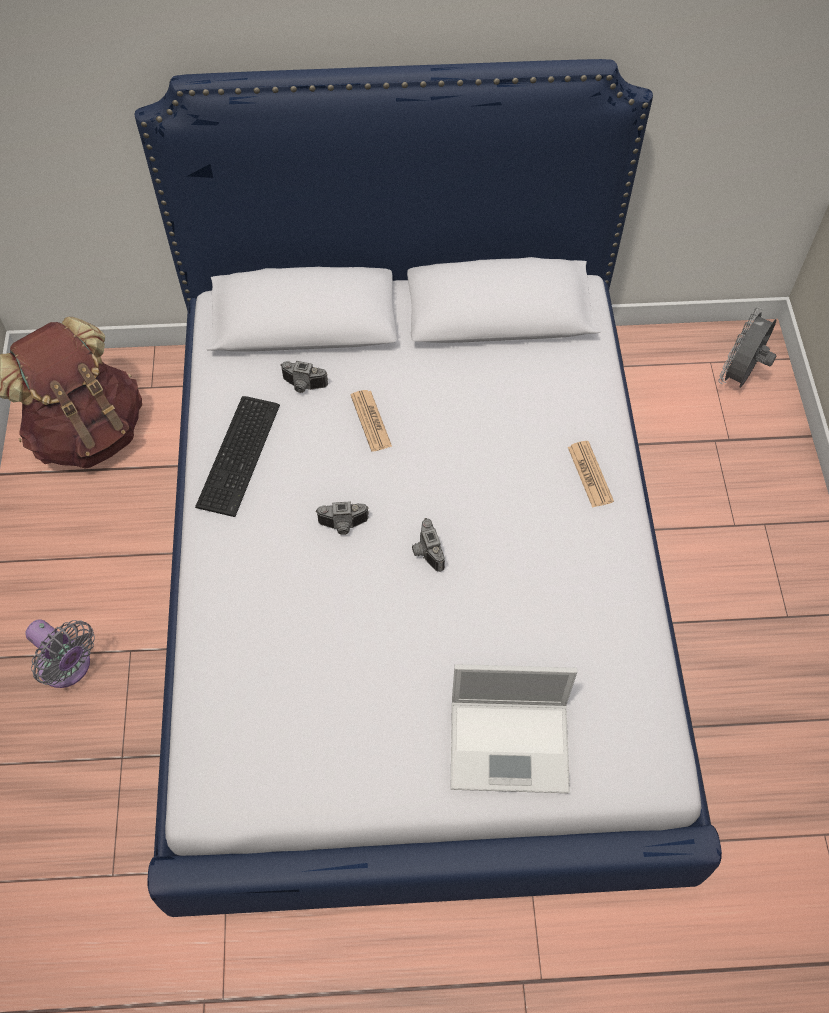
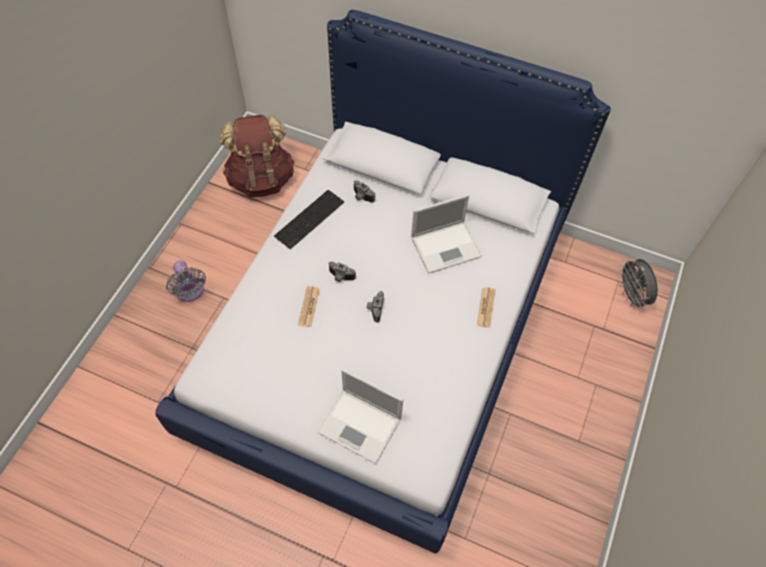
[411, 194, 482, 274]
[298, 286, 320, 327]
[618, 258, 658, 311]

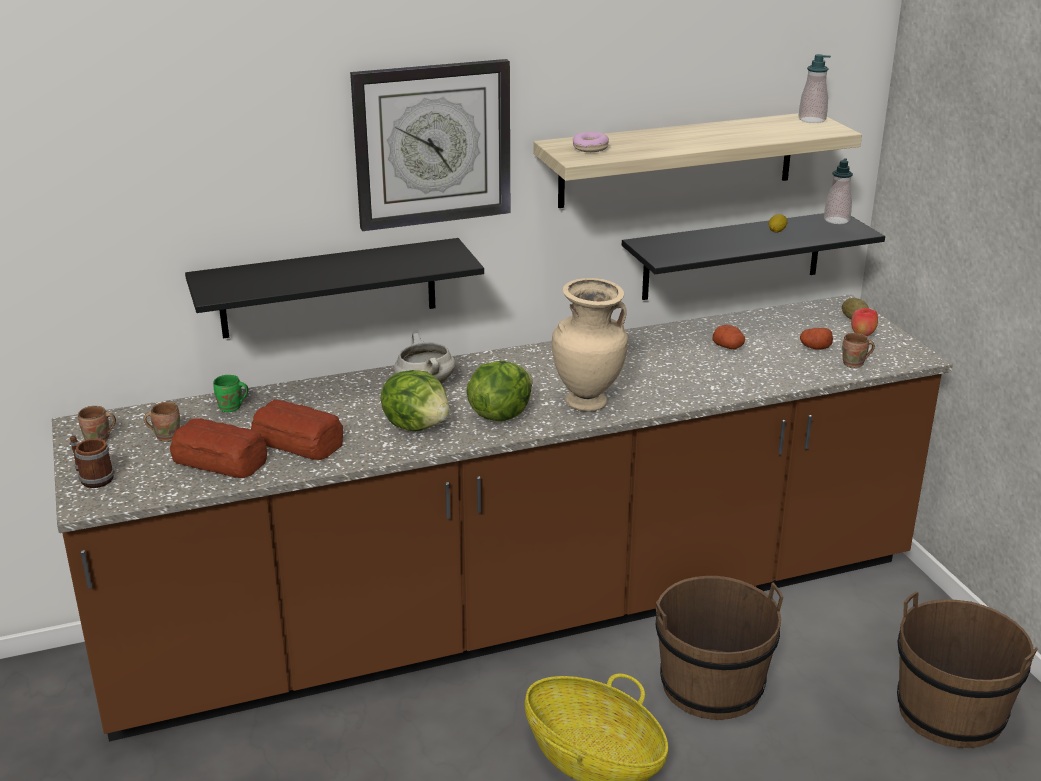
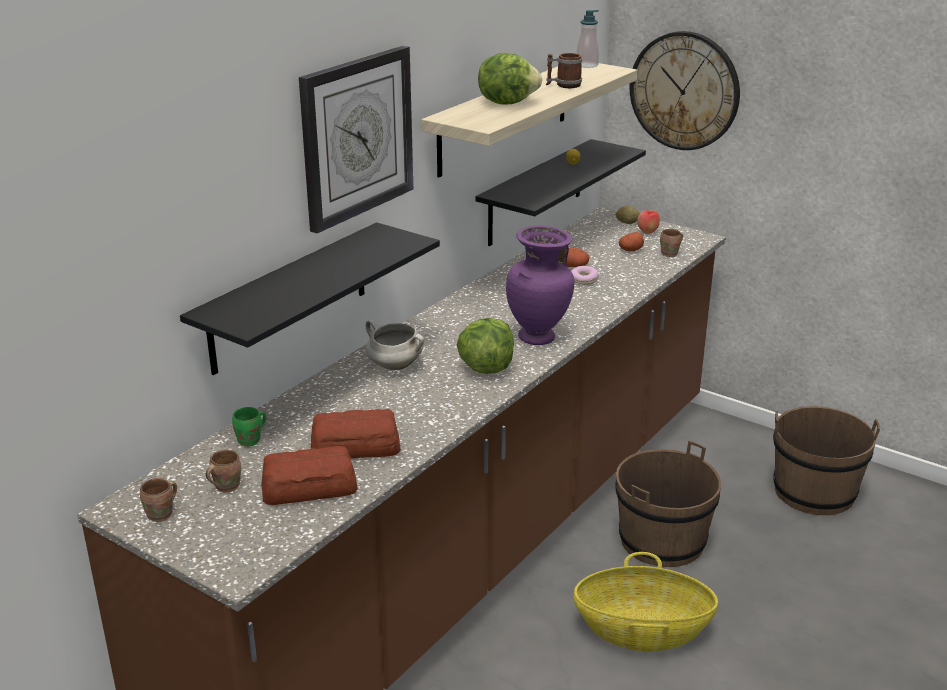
[824, 158, 853, 224] (first image)
[629, 31, 740, 150]
[546, 53, 582, 88]
[478, 52, 542, 105]
[571, 266, 599, 285]
[506, 226, 574, 345]

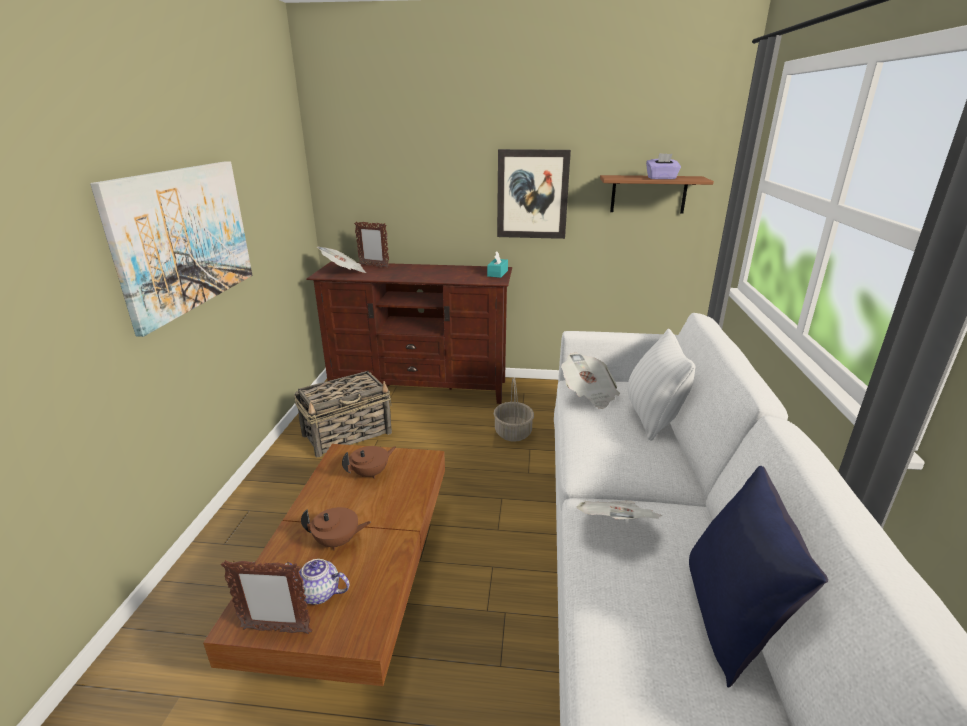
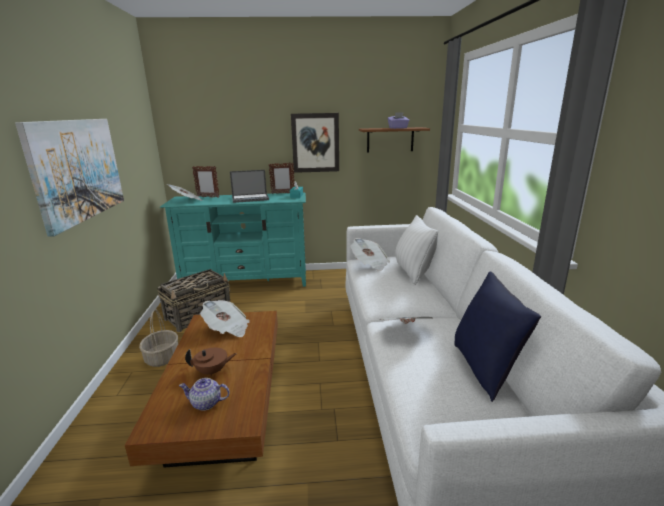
[230, 170, 269, 203]
[269, 163, 295, 194]
[139, 309, 178, 367]
[200, 300, 250, 337]
[160, 193, 306, 287]

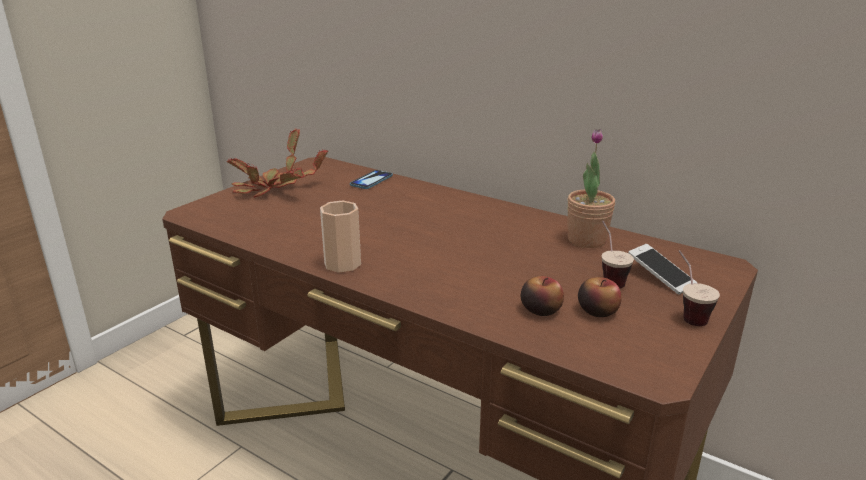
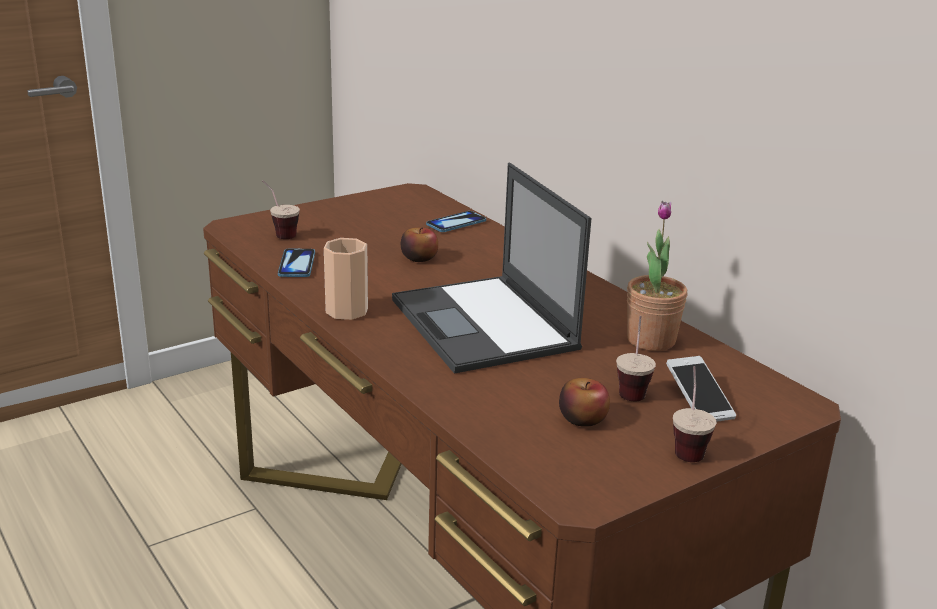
[227, 128, 328, 198] (first image)
[262, 180, 300, 239]
[278, 249, 315, 277]
[392, 163, 591, 374]
[401, 227, 438, 262]

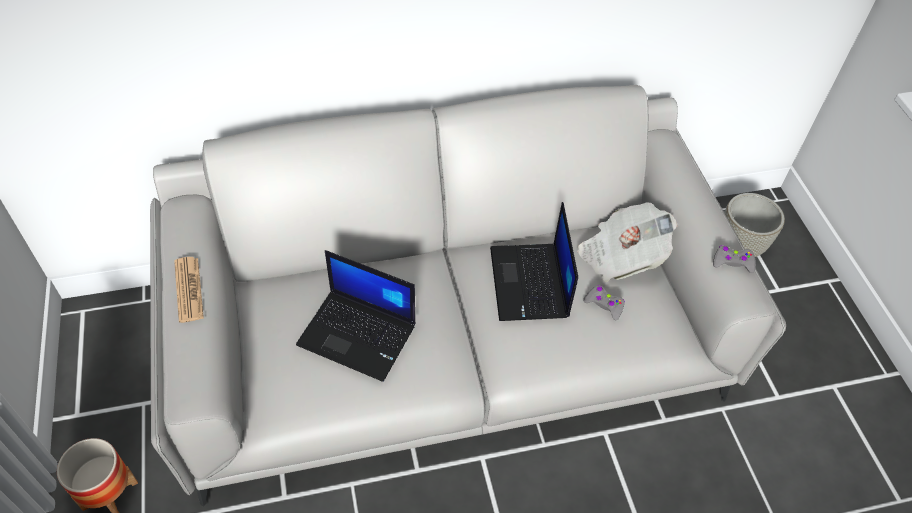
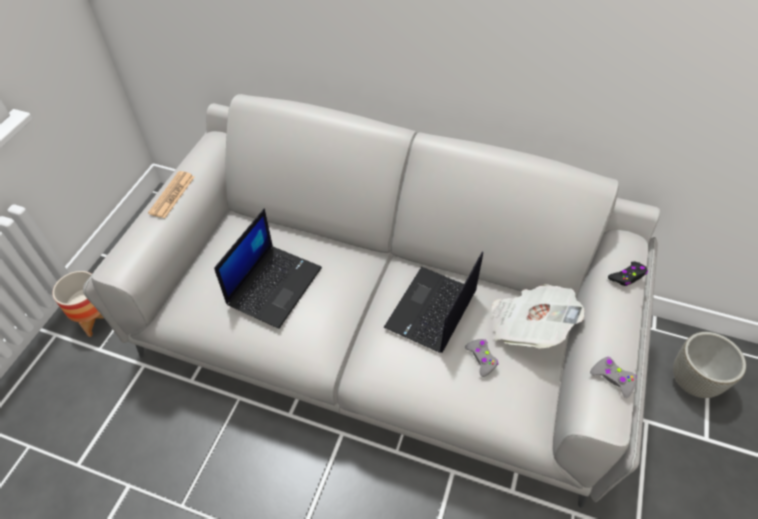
[608, 261, 648, 286]
[214, 208, 322, 329]

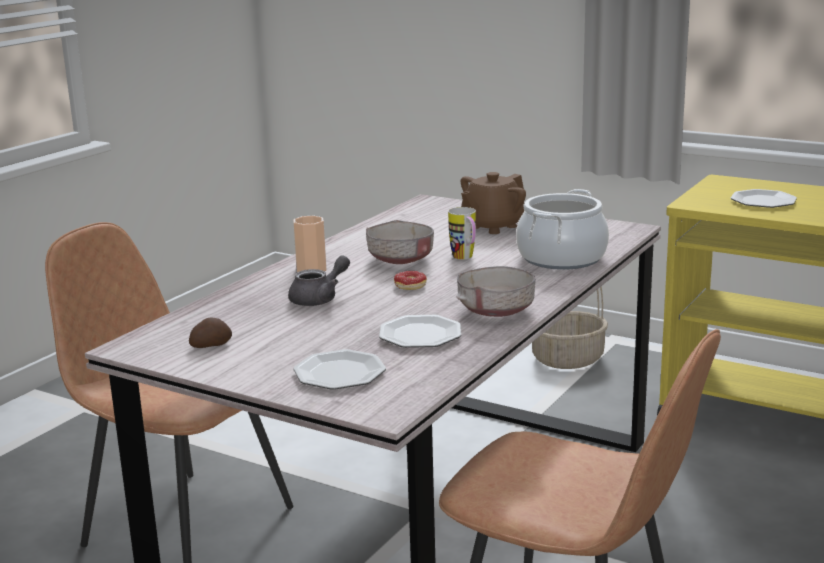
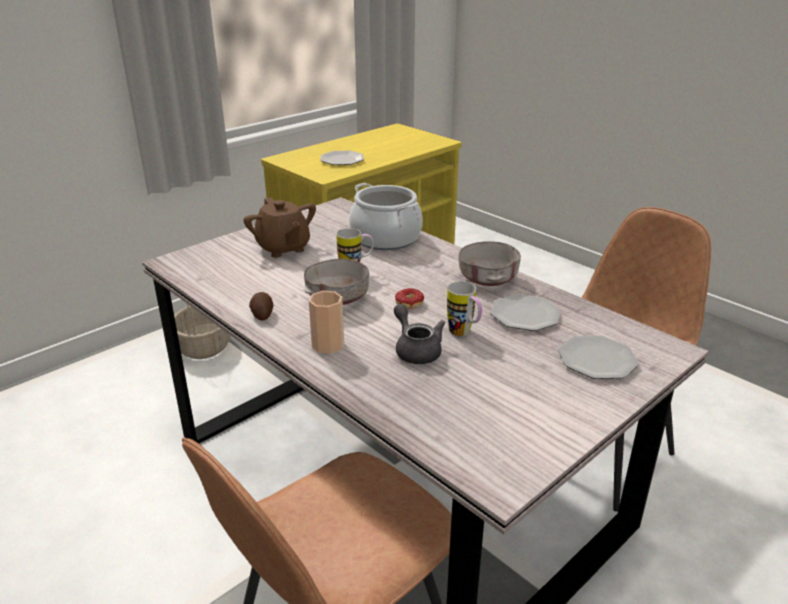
[447, 281, 482, 336]
[249, 292, 273, 321]

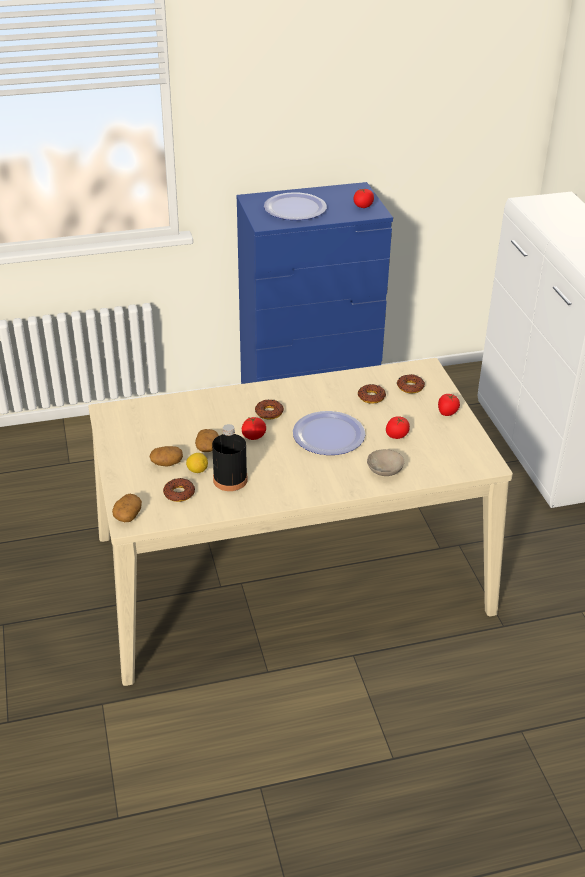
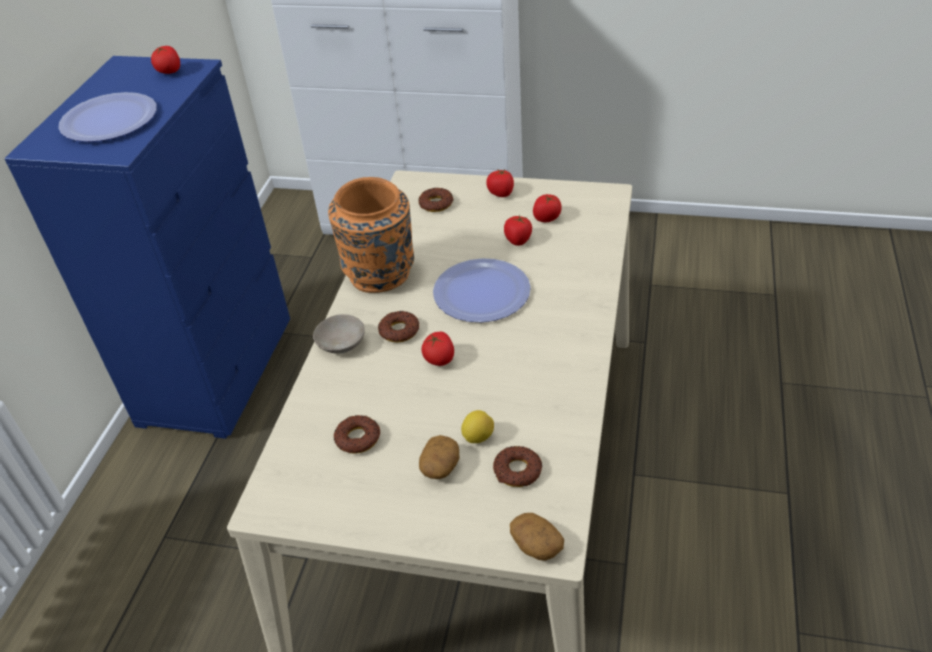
[195, 429, 219, 452] (first image)
[212, 424, 248, 491] (first image)
[328, 177, 414, 293]
[533, 194, 562, 222]
[334, 415, 380, 454]
[313, 314, 365, 354]

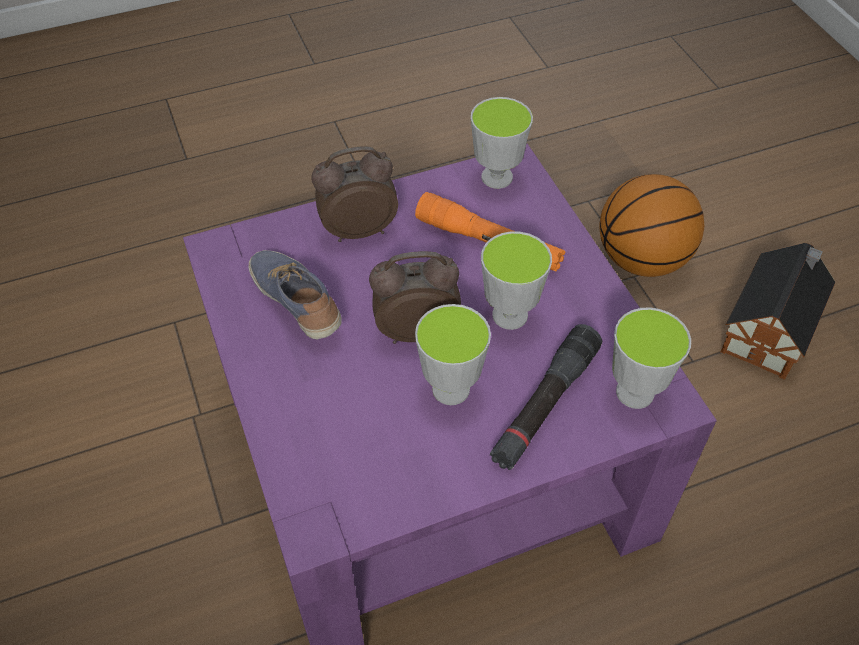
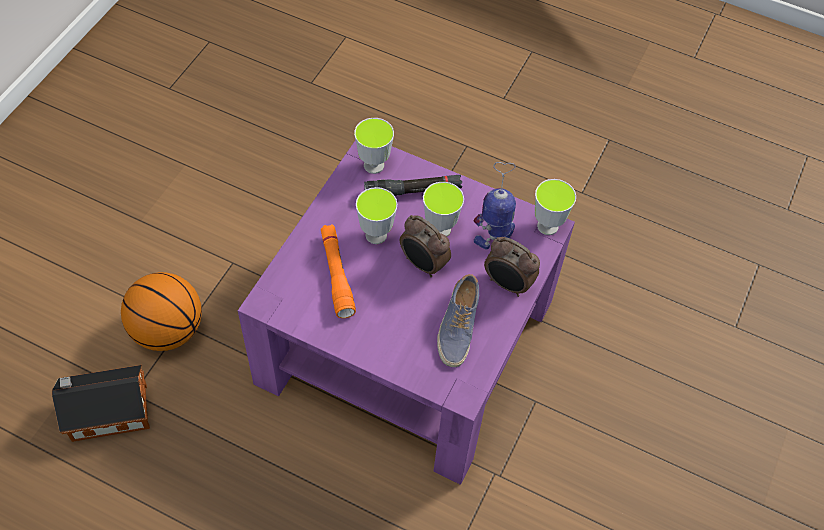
[473, 162, 516, 250]
[484, 237, 540, 297]
[535, 179, 576, 235]
[52, 365, 150, 442]

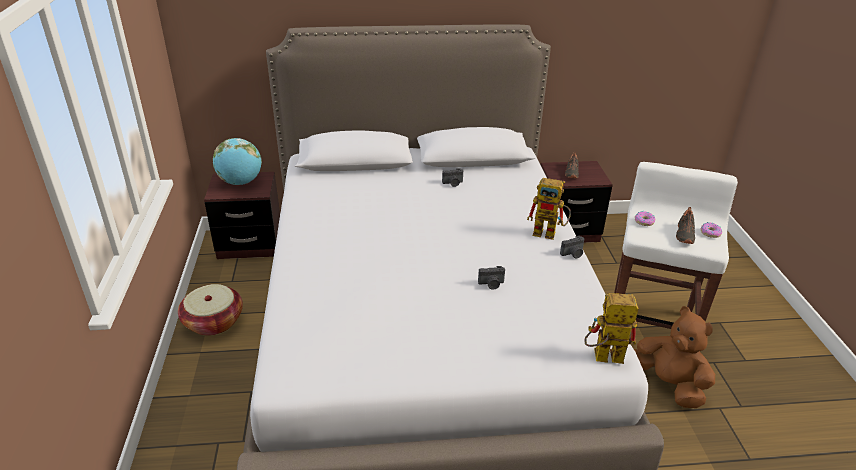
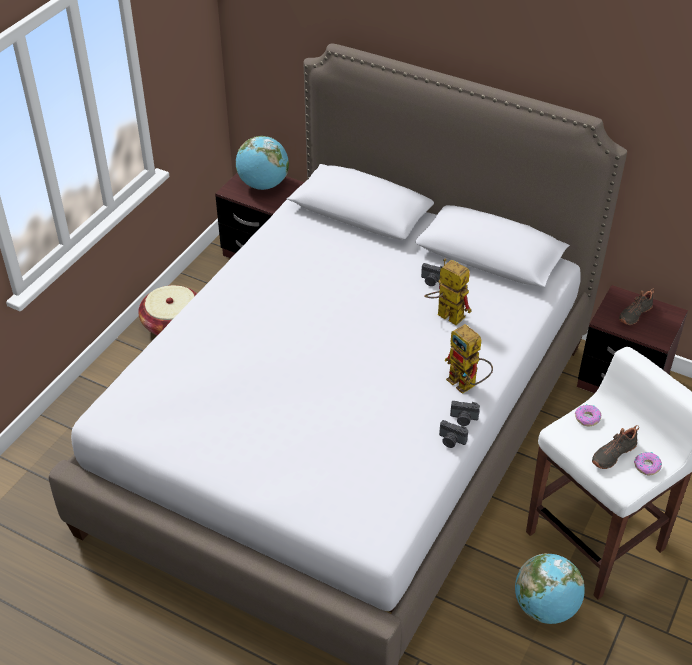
[439, 420, 468, 448]
[424, 259, 471, 326]
[515, 553, 585, 624]

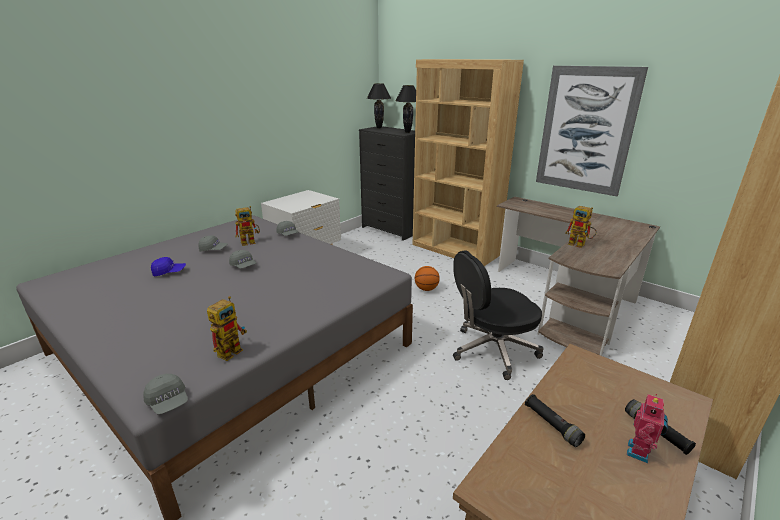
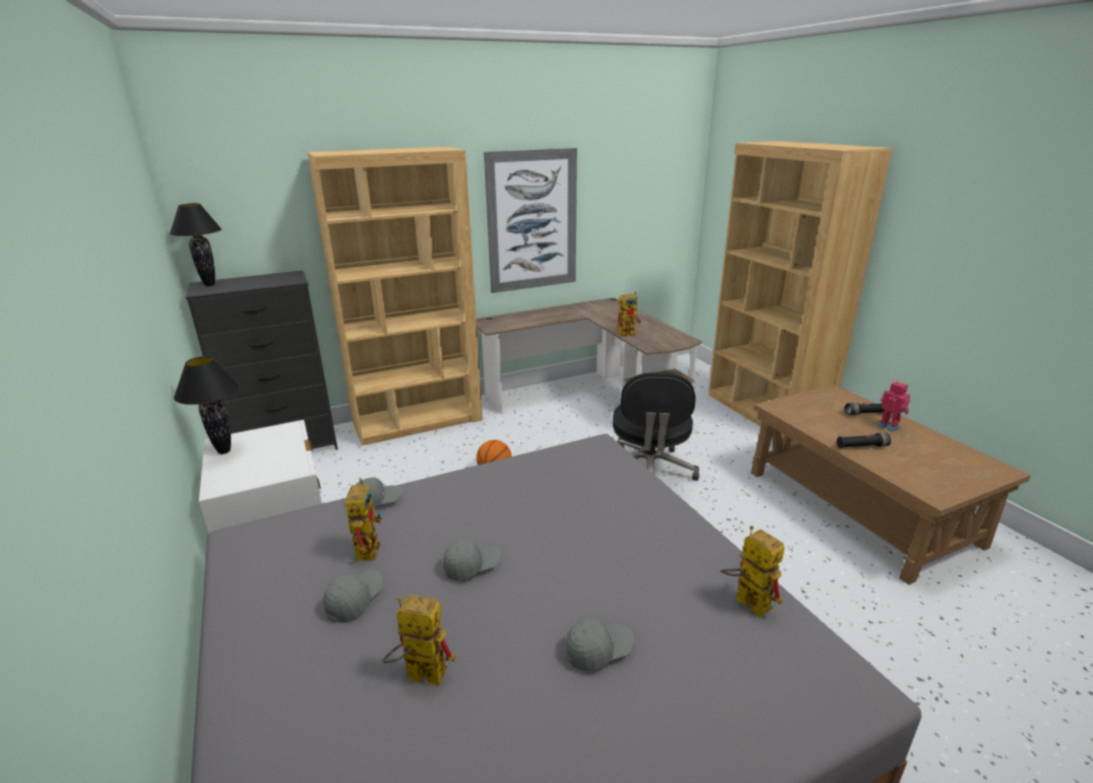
[566, 618, 634, 671]
[174, 356, 240, 454]
[382, 595, 456, 686]

